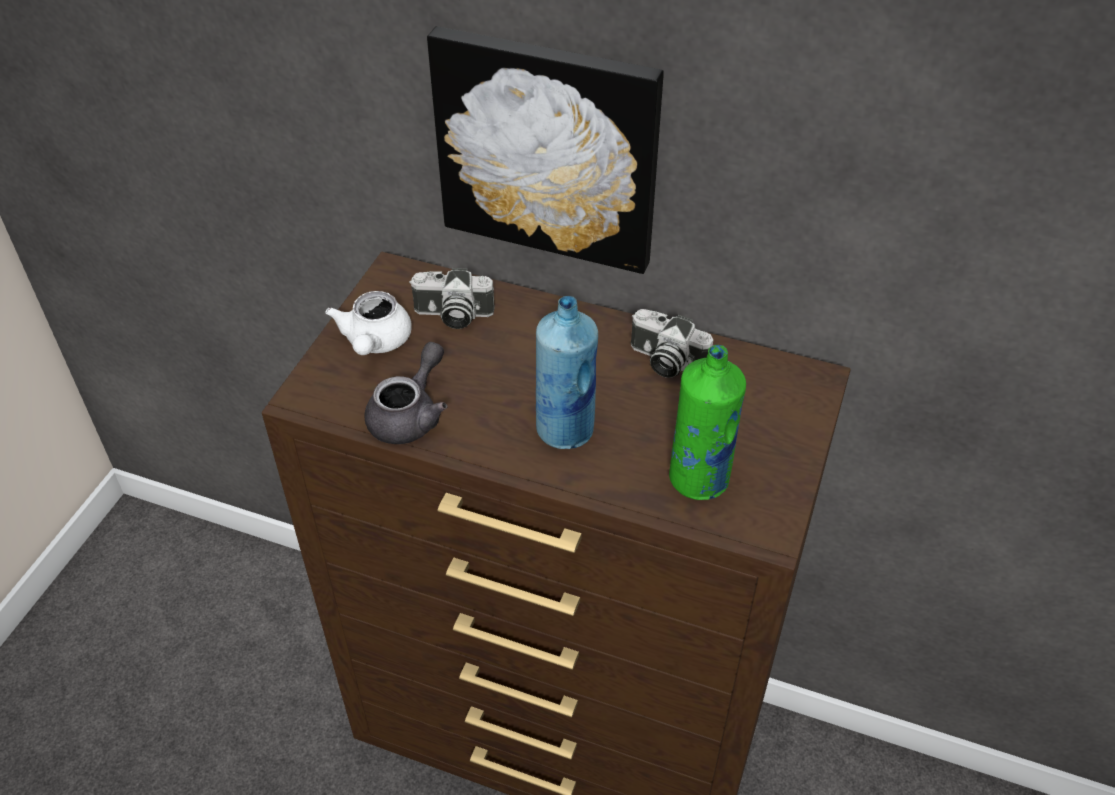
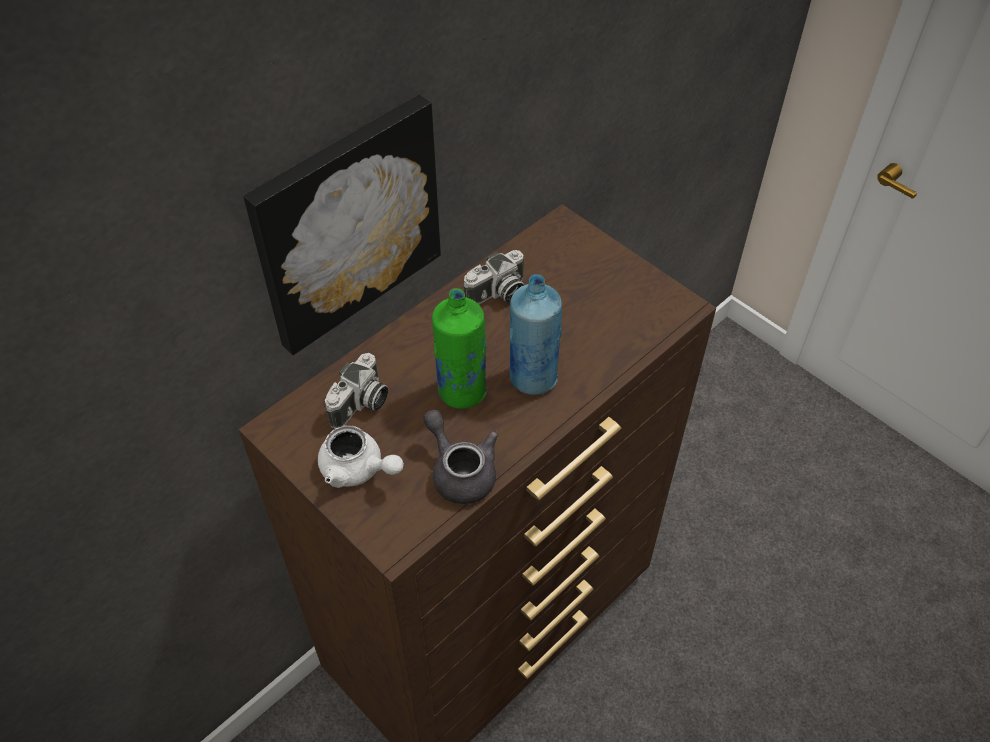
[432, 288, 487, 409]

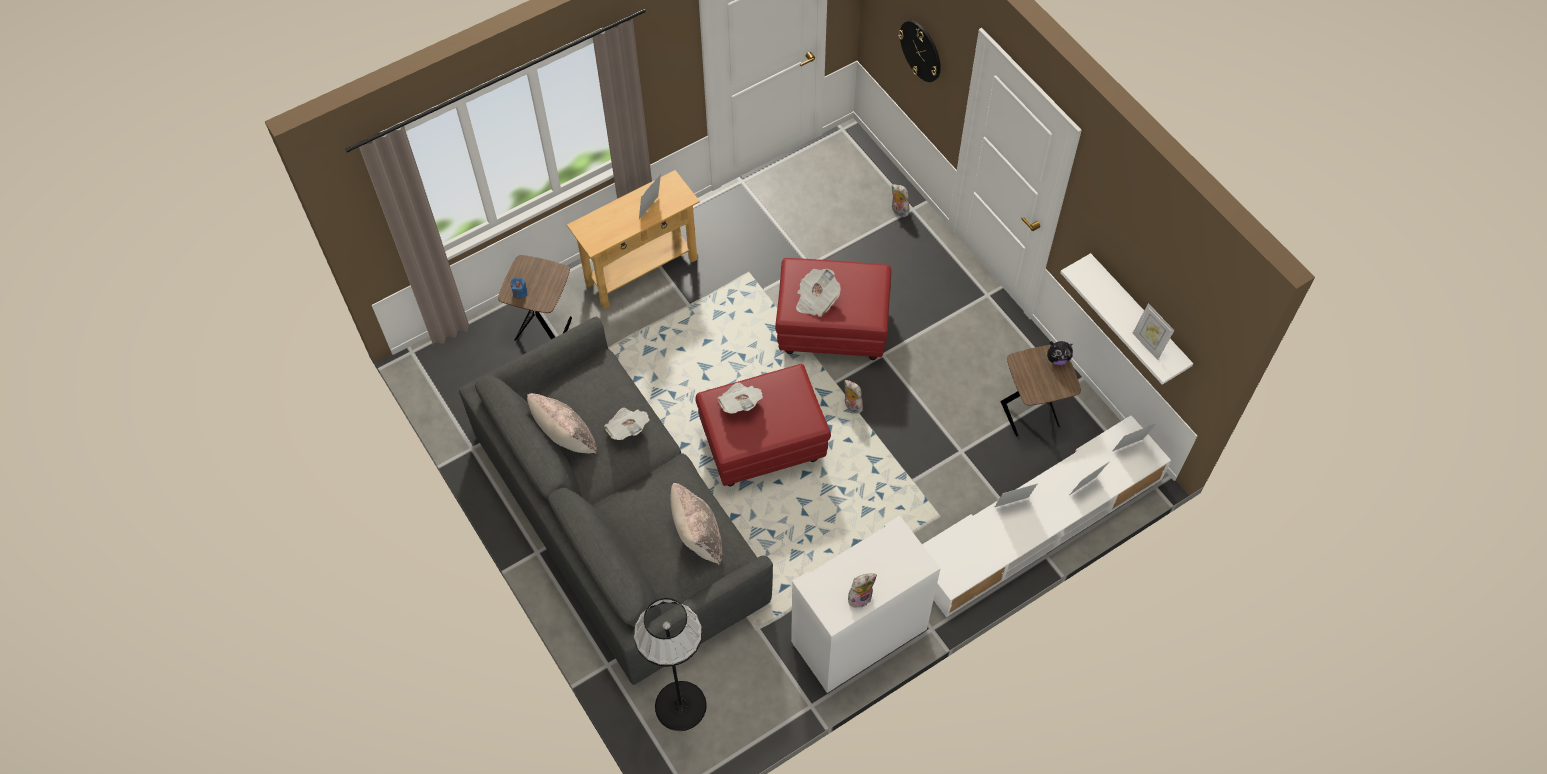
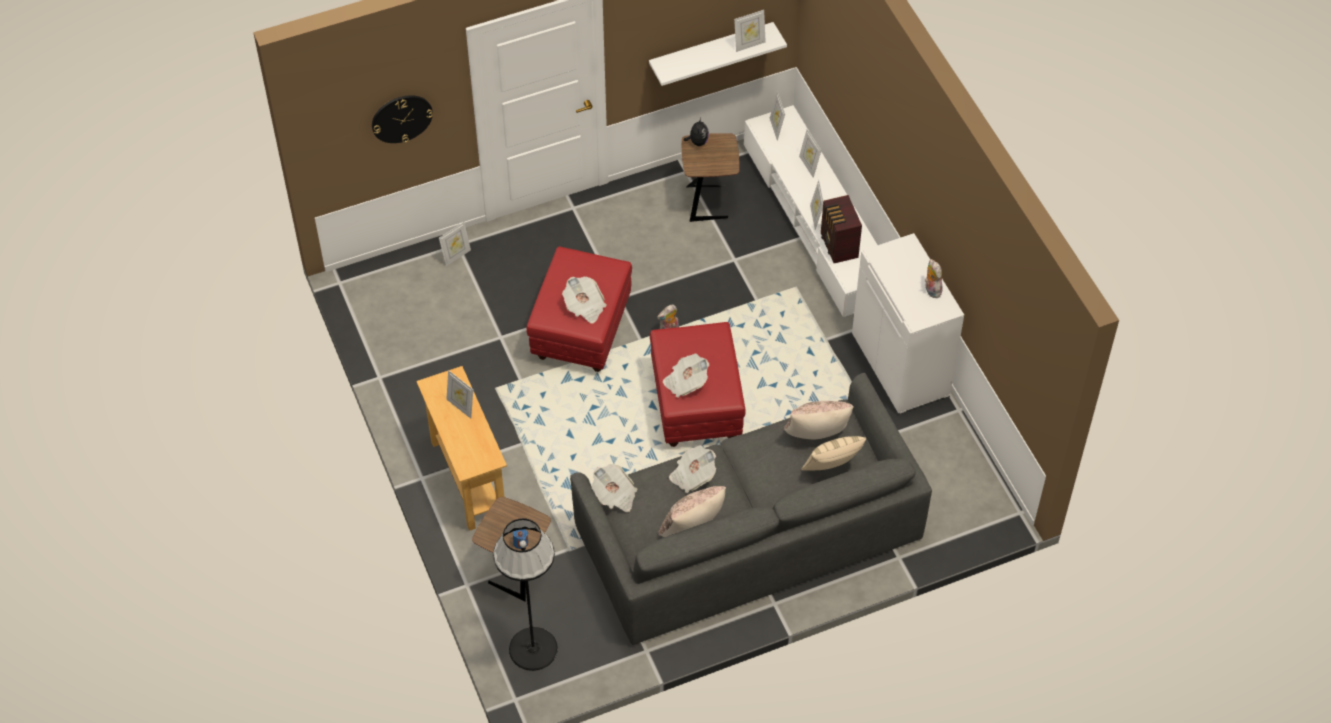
[592, 464, 637, 512]
[801, 436, 866, 470]
[821, 195, 862, 263]
[493, 518, 558, 671]
[439, 222, 471, 266]

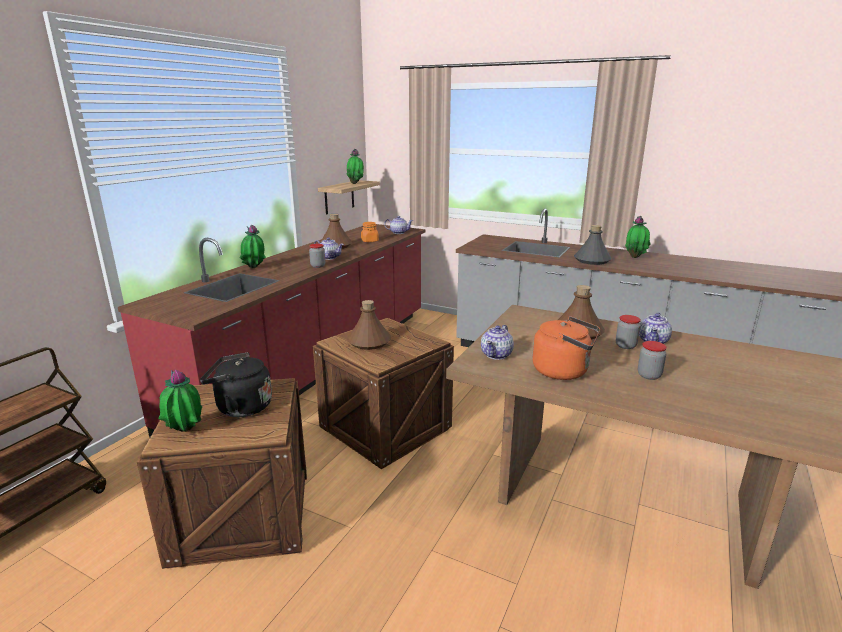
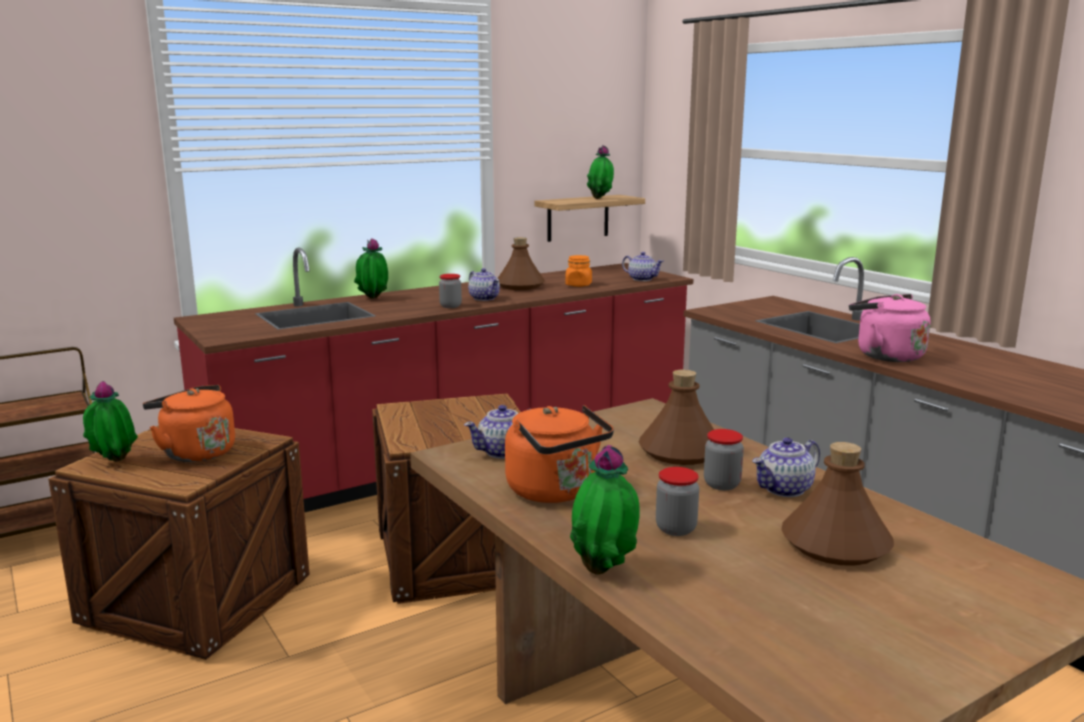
[781, 442, 894, 565]
[570, 445, 640, 574]
[849, 294, 930, 362]
[143, 385, 235, 462]

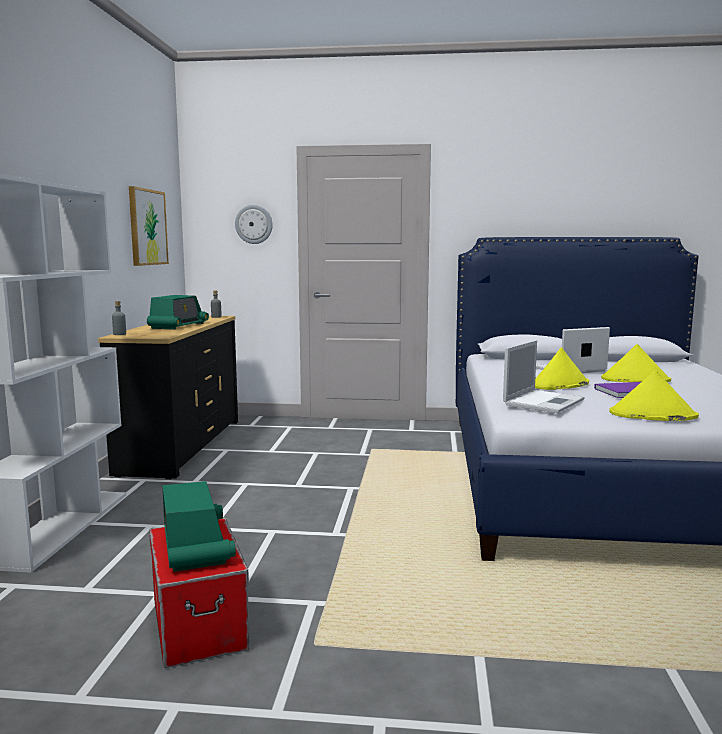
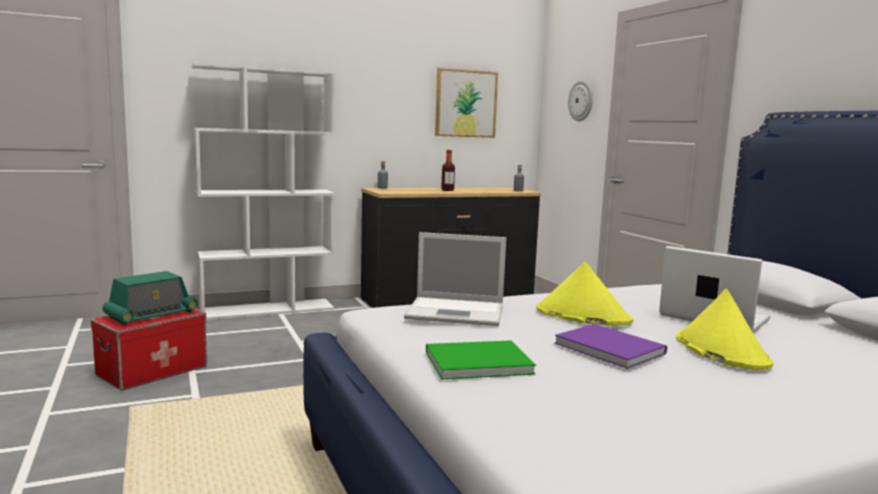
[441, 150, 455, 191]
[426, 340, 536, 380]

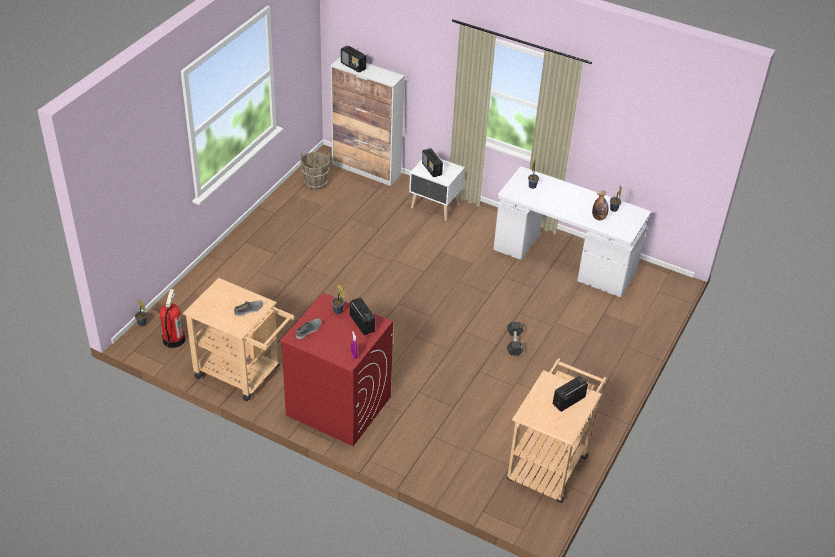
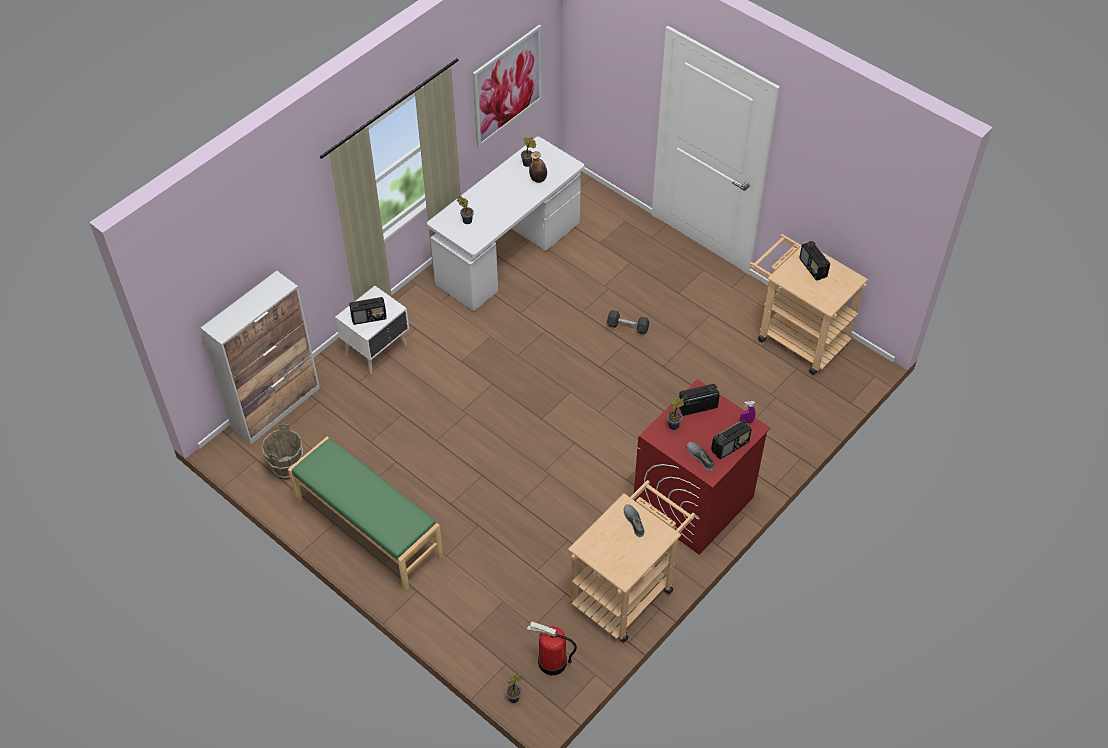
[288, 437, 443, 591]
[473, 25, 542, 147]
[711, 420, 752, 459]

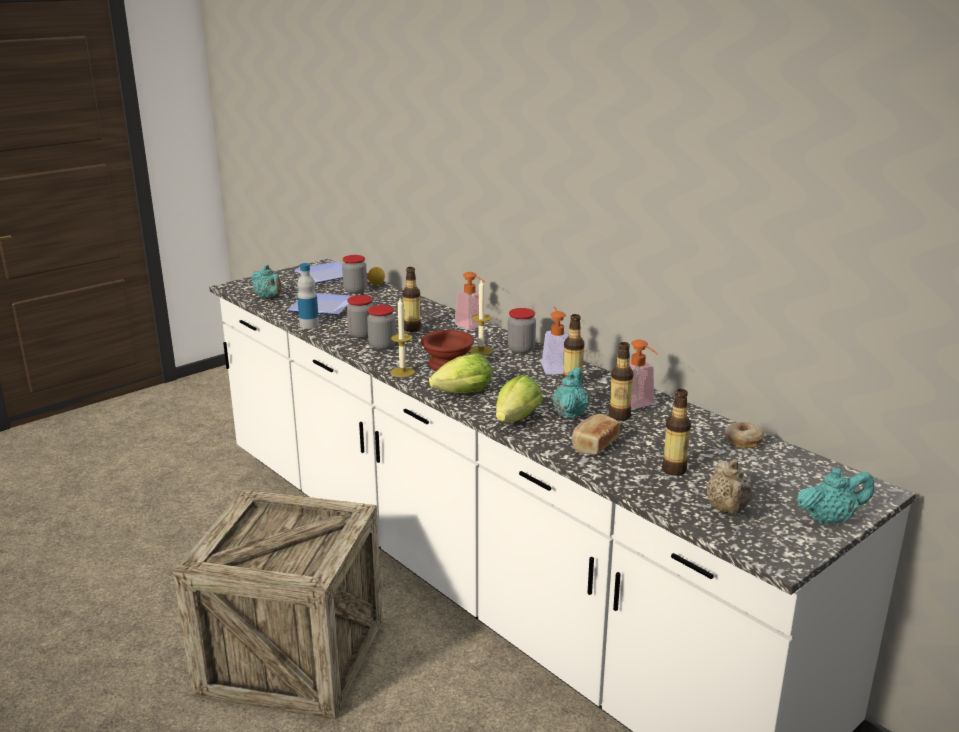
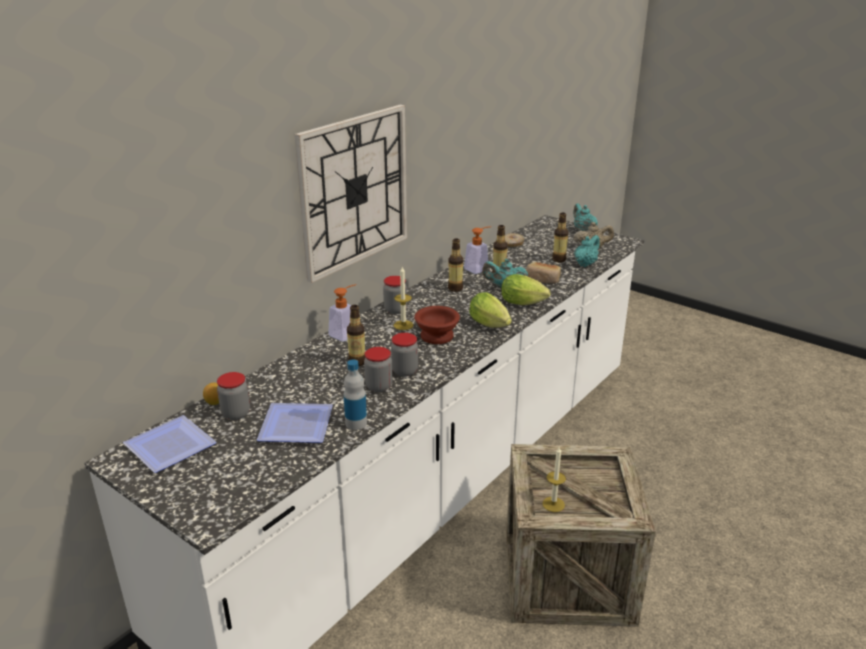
[542, 307, 568, 375] (first image)
[295, 105, 407, 283]
[574, 235, 600, 267]
[542, 447, 566, 512]

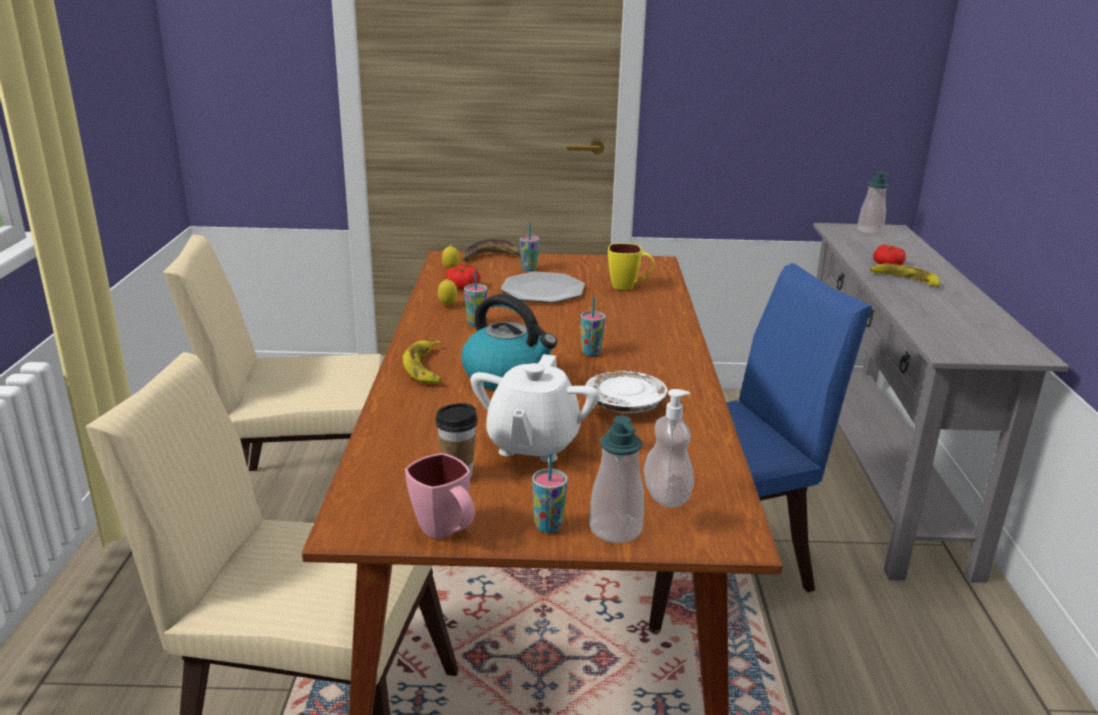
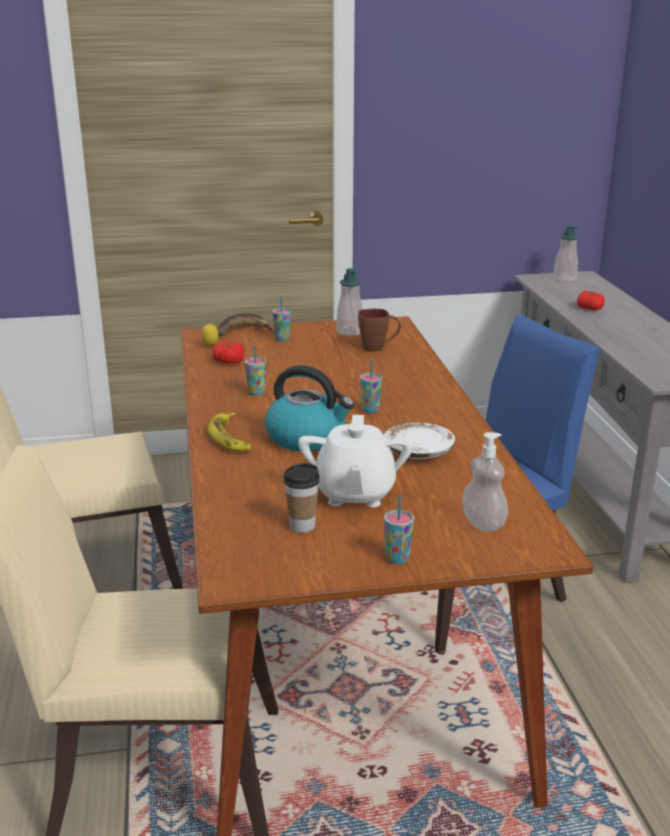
[405, 453, 475, 539] (first image)
[438, 279, 458, 306] (first image)
[500, 272, 585, 303] (first image)
[870, 264, 940, 288] (first image)
[336, 268, 363, 336]
[358, 309, 401, 352]

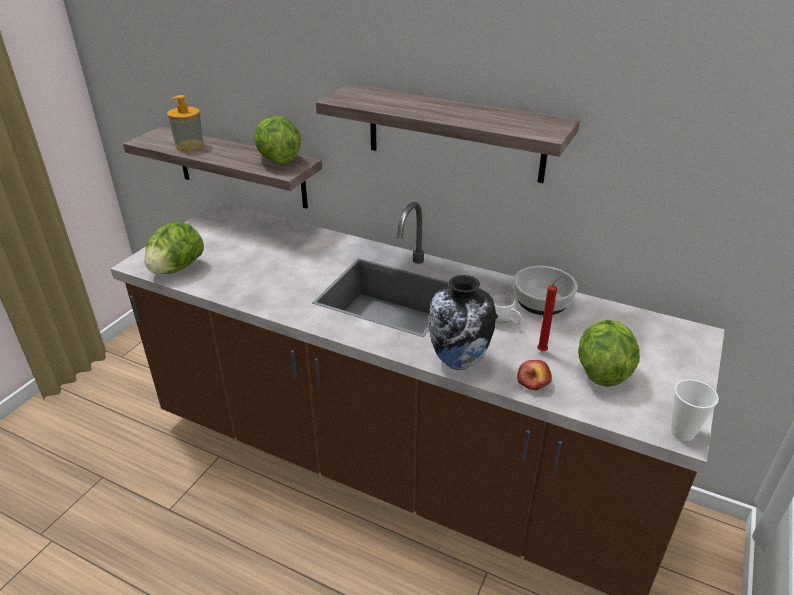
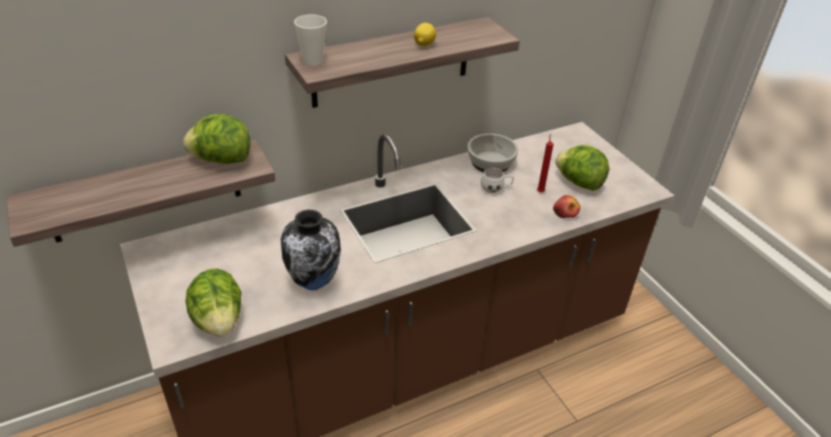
[167, 95, 204, 151] (first image)
[414, 23, 436, 46]
[281, 210, 341, 290]
[294, 15, 327, 66]

